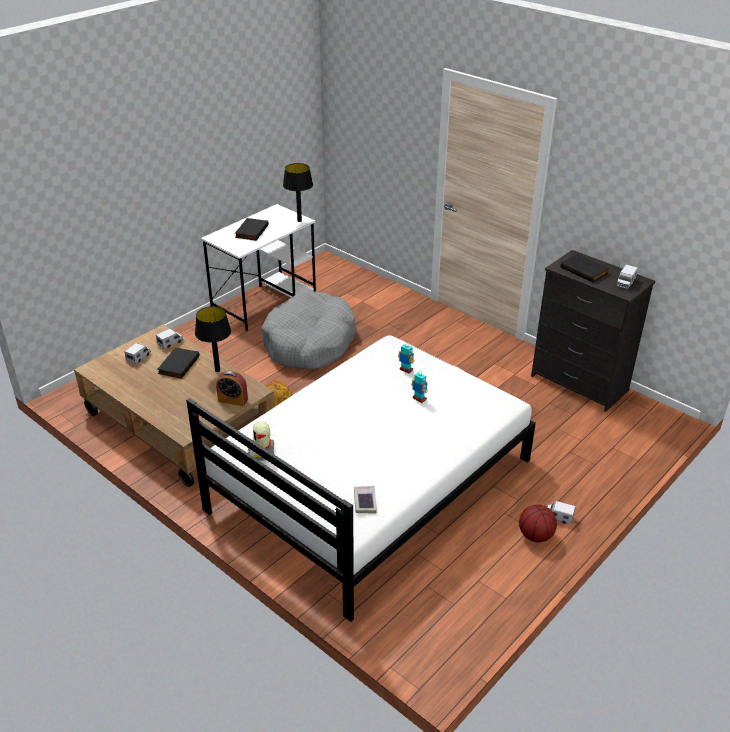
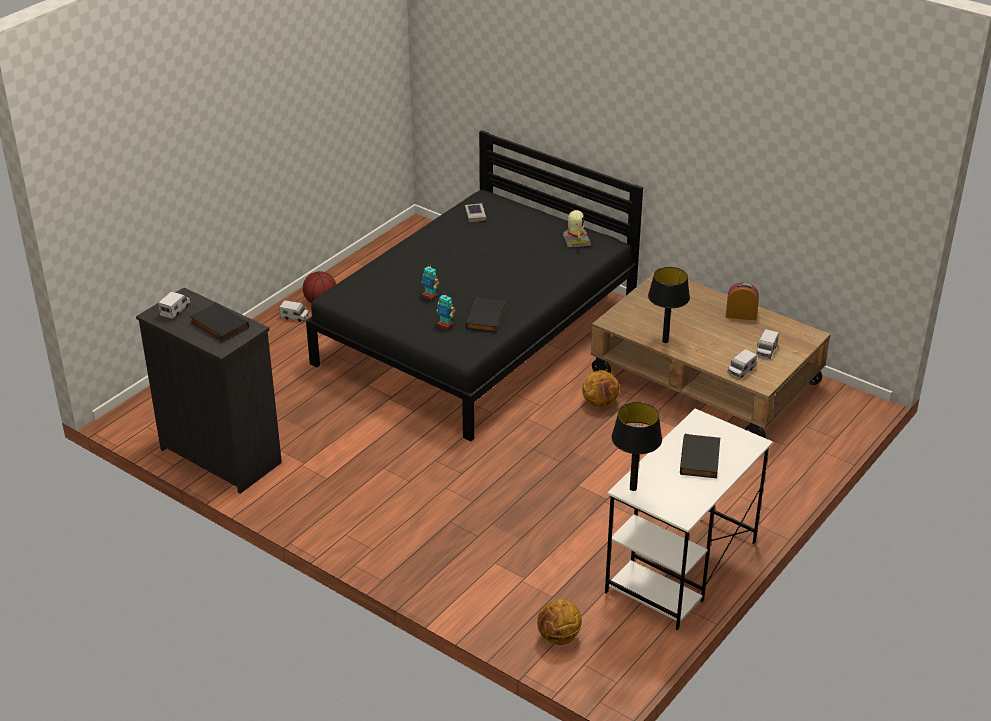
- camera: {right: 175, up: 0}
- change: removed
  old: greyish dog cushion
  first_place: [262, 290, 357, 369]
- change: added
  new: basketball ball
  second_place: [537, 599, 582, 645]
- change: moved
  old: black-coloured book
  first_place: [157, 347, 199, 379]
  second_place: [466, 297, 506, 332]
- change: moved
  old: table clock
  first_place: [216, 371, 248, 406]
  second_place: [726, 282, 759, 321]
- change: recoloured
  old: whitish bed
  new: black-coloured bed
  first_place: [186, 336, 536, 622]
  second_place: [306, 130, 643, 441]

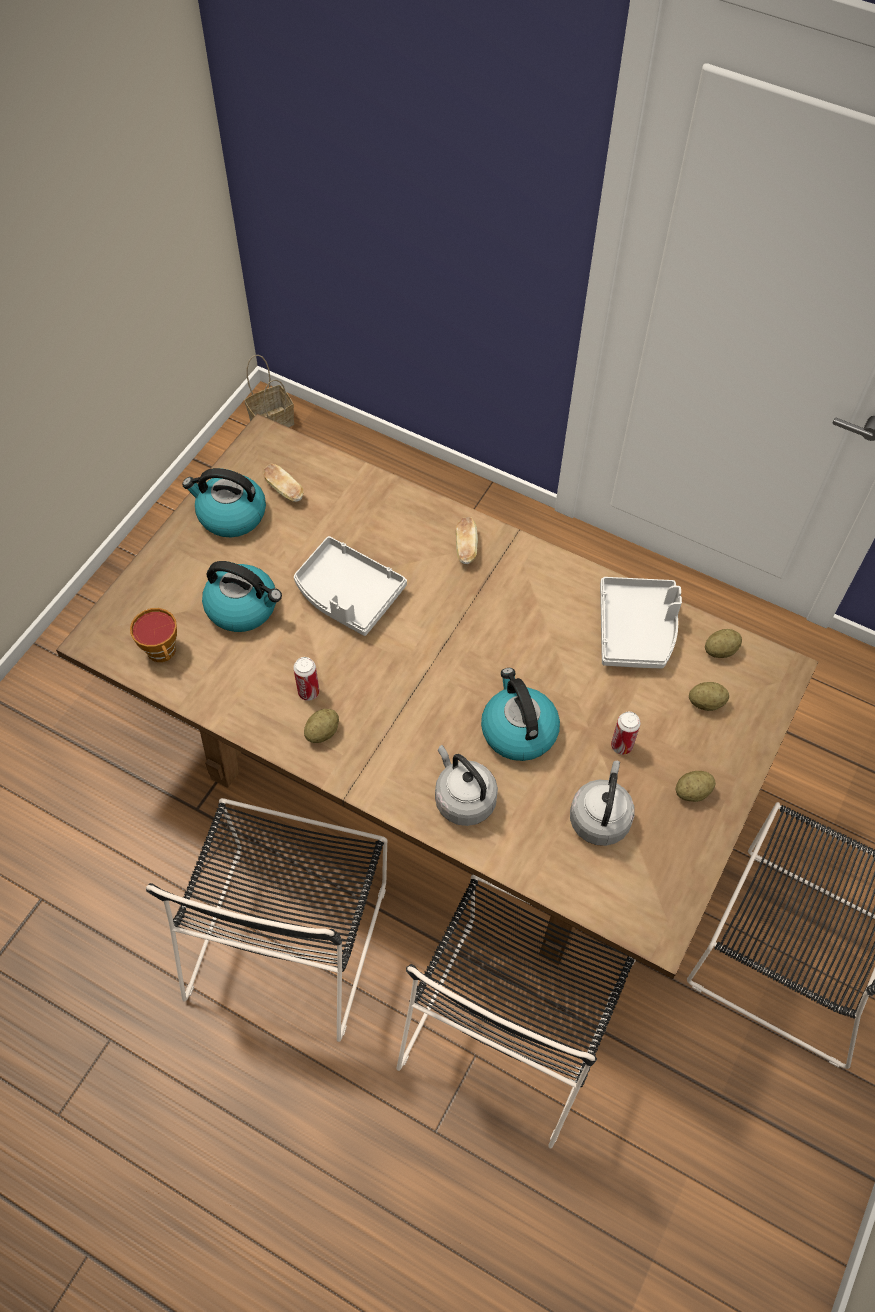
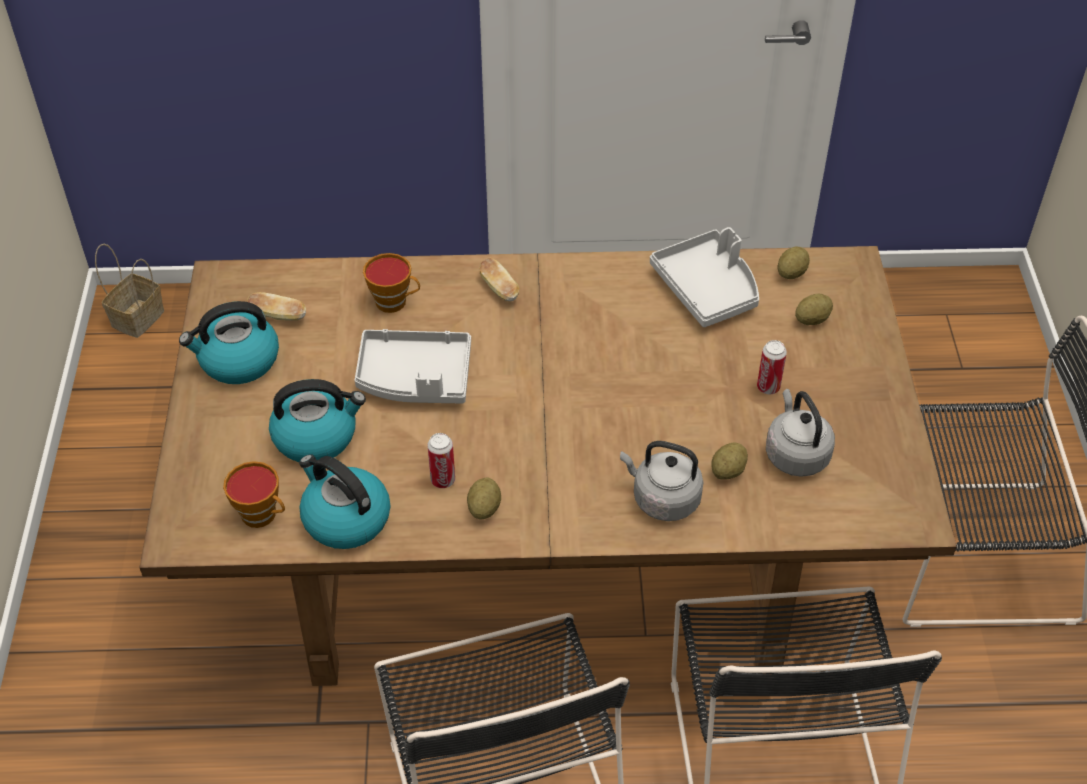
- camera: {right: -30, up: -10}
- change: added
  new: small cup
  second_place: [363, 253, 420, 313]
- change: moved
  old: tea kettle
  first_place: [481, 668, 560, 761]
  second_place: [299, 454, 390, 549]
- change: moved
  old: spud
  first_place: [676, 771, 716, 802]
  second_place: [712, 442, 748, 480]

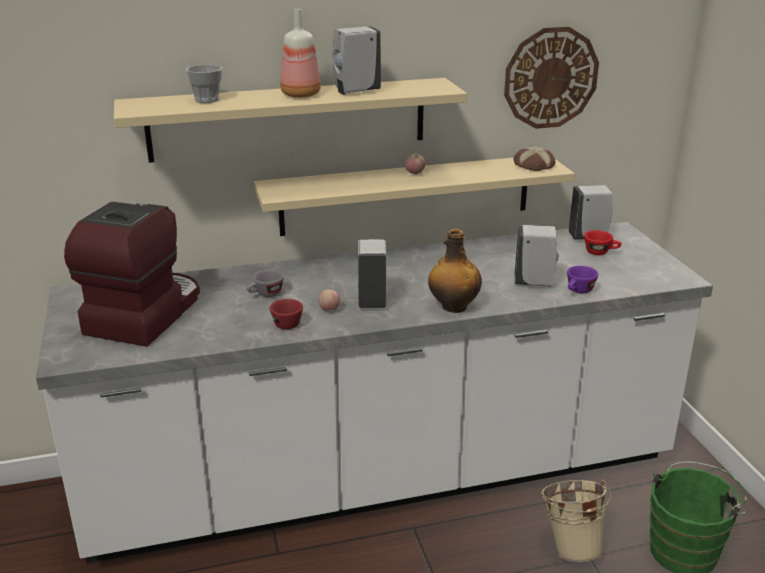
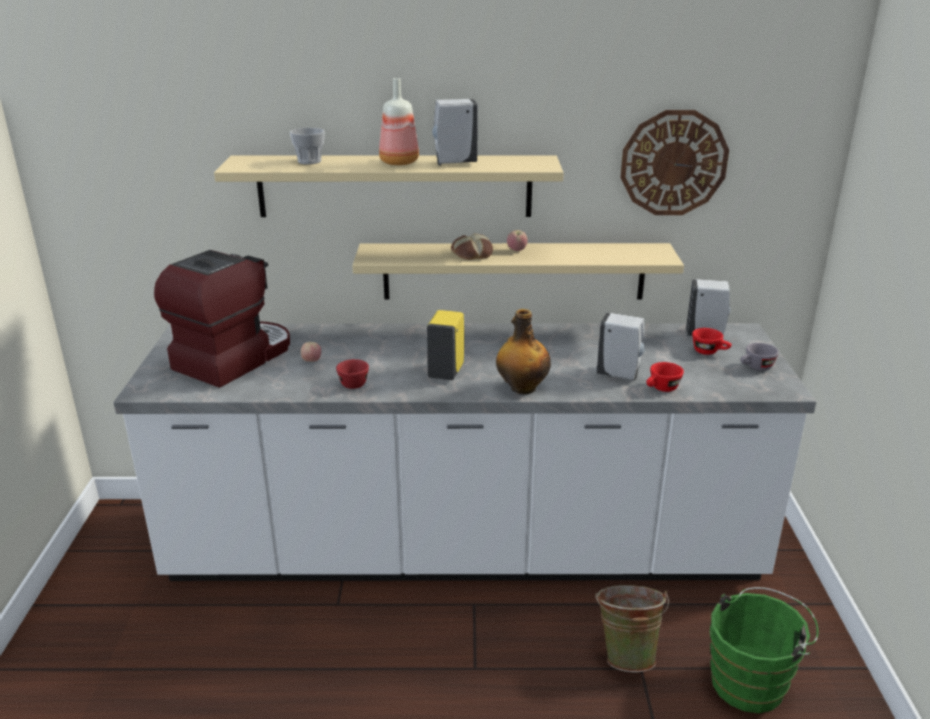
- camera: {right: 15, up: 0}
- change: moved
  old: greyish small cup
  first_place: [246, 269, 284, 297]
  second_place: [740, 343, 779, 371]
- change: moved
  old: whole apple
  first_place: [318, 289, 340, 311]
  second_place: [301, 342, 321, 362]
- change: moved
  old: bakery bread
  first_place: [514, 146, 555, 171]
  second_place: [451, 233, 493, 260]
- change: recoloured
  old: whitish soap dispenser
  new: yellow-coloured soap dispenser
  first_place: [357, 239, 387, 308]
  second_place: [427, 310, 464, 380]
- change: recoloured
  old: beige-coloured water bucket
  new: greenish water bucket
  first_place: [541, 480, 611, 562]
  second_place: [595, 585, 669, 672]
- change: recoloured
  old: purple small cup
  new: red small cup
  first_place: [567, 266, 598, 293]
  second_place: [646, 362, 684, 392]

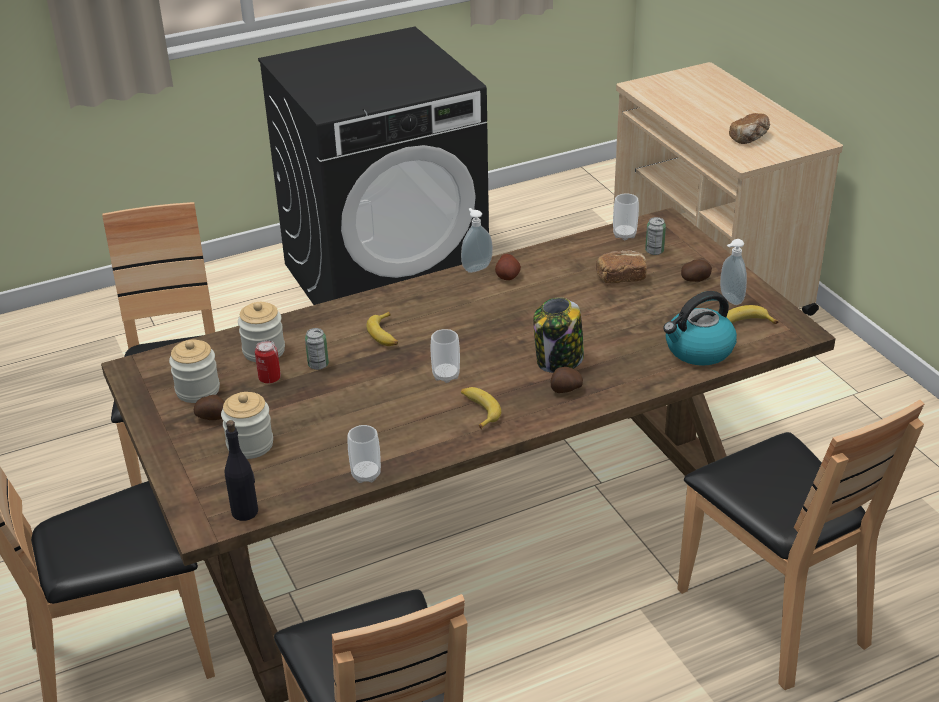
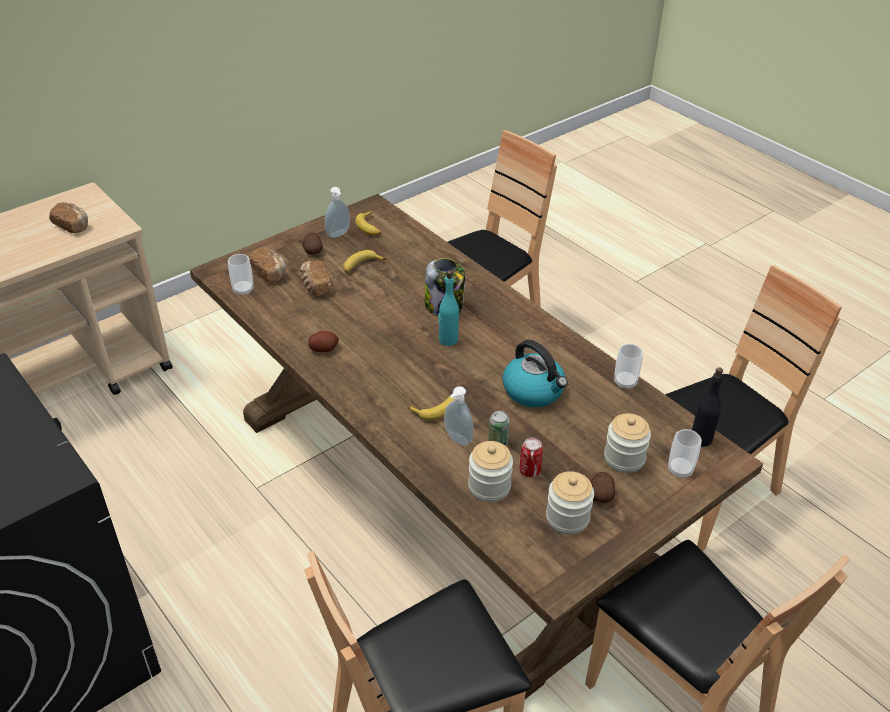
- camera: {right: -105, up: 5}
- change: removed
  old: spud
  first_place: [551, 367, 583, 393]
- change: added
  new: turquoise-coloured drink bottle
  second_place: [438, 270, 459, 346]
- change: moved
  old: small cup
  first_place: [431, 329, 460, 383]
  second_place: [668, 429, 702, 479]
- change: moved
  old: soap dispenser
  first_place: [461, 208, 493, 273]
  second_place: [444, 386, 474, 446]
- change: moved
  old: whole banana
  first_place: [461, 387, 501, 429]
  second_place: [343, 250, 386, 273]
- change: moved
  old: tea kettle
  first_place: [663, 291, 737, 366]
  second_place: [503, 340, 568, 407]
- change: replaced
  old: metal can
  new: bakery bread
  first_place: [645, 217, 666, 255]
  second_place: [249, 247, 286, 282]

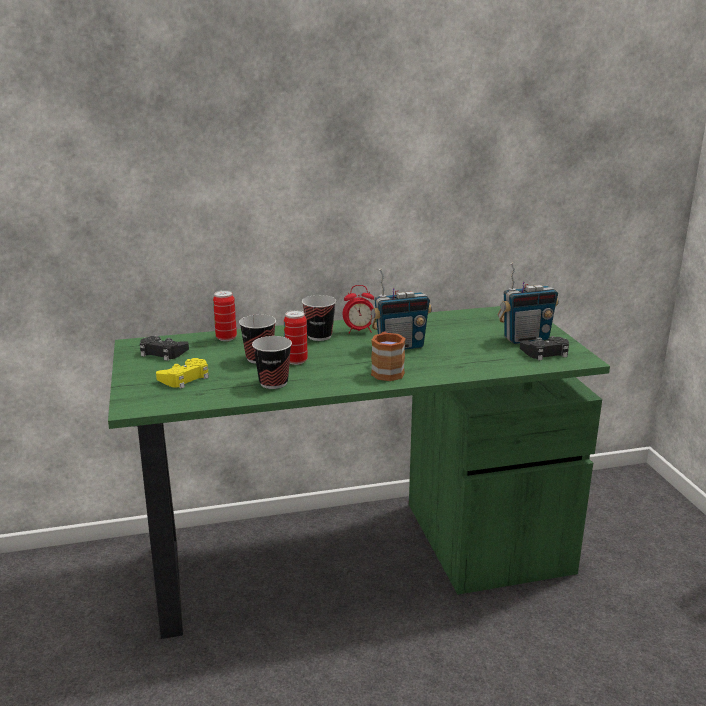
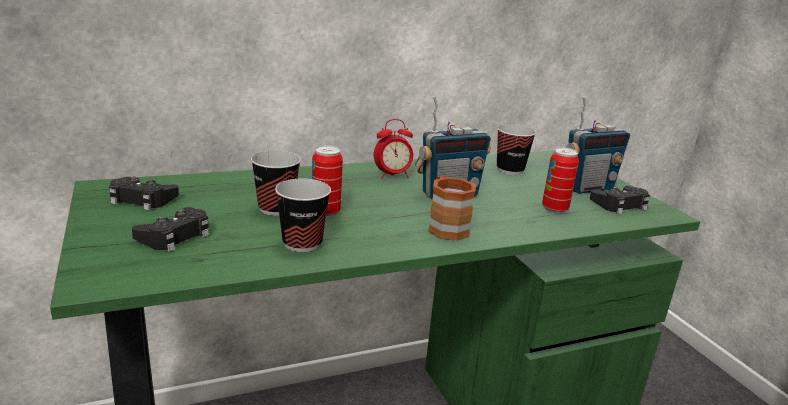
- camera: {right: -10, up: 0}
- change: moved
  old: metal can
  first_place: [213, 290, 237, 341]
  second_place: [542, 147, 579, 213]
- change: moved
  old: small cup
  first_place: [302, 295, 336, 341]
  second_place: [497, 124, 536, 175]
- change: recoloured
  old: yellow-coloured game controller
  new: black-coloured game controller
  first_place: [156, 358, 209, 389]
  second_place: [132, 207, 209, 252]

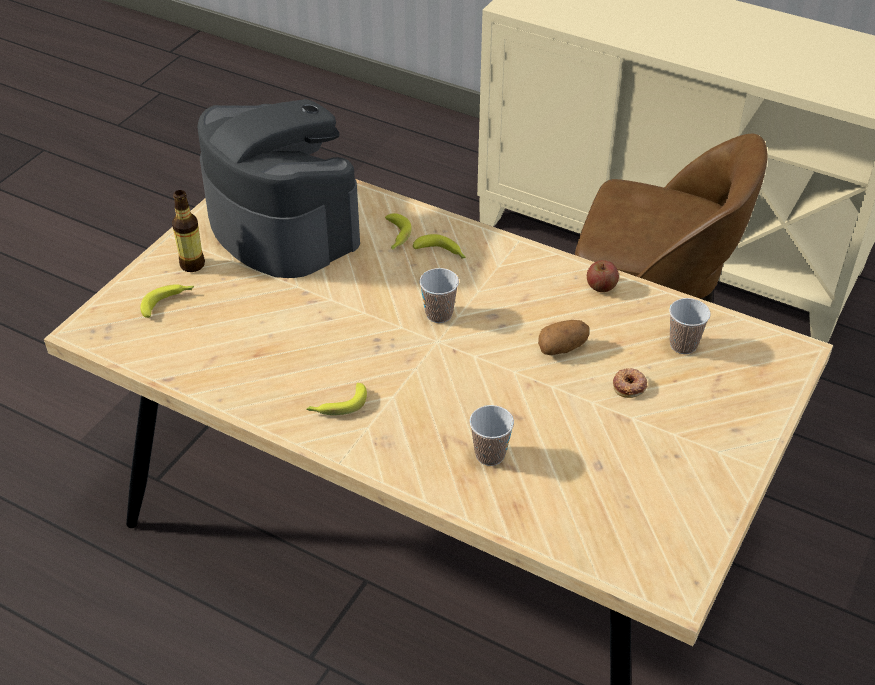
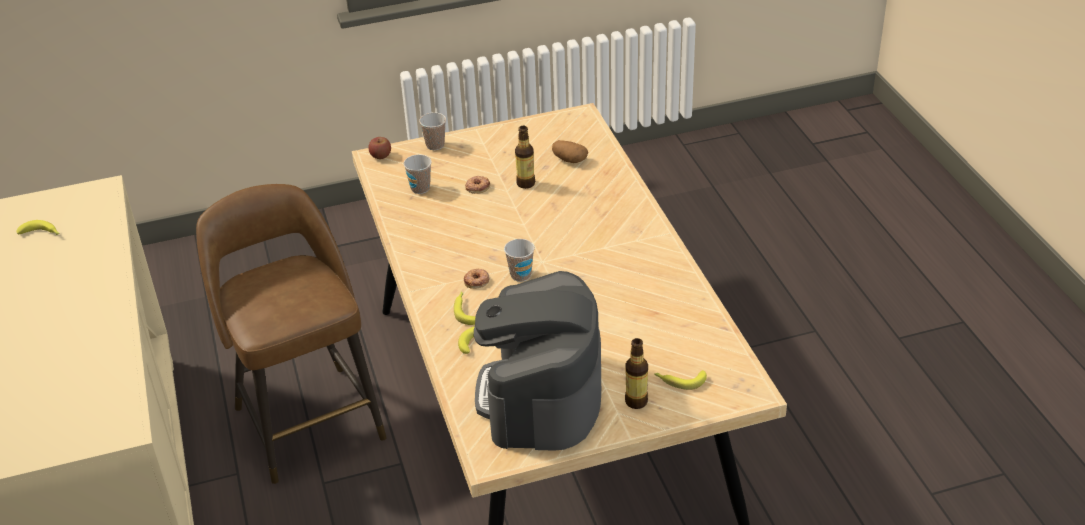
- camera: {right: -135, up: -5}
- change: added
  new: ring doughnut
  second_place: [464, 269, 489, 289]
- change: added
  new: drink bottle
  second_place: [515, 126, 535, 189]
- change: moved
  old: whole banana
  first_place: [306, 383, 367, 415]
  second_place: [16, 220, 60, 235]
- change: moved
  old: small cup
  first_place: [470, 405, 514, 466]
  second_place: [419, 112, 446, 150]
- change: moved
  old: spud
  first_place: [538, 320, 589, 355]
  second_place: [552, 140, 588, 163]
- change: moved
  old: whole apple
  first_place: [587, 260, 619, 292]
  second_place: [368, 137, 391, 159]

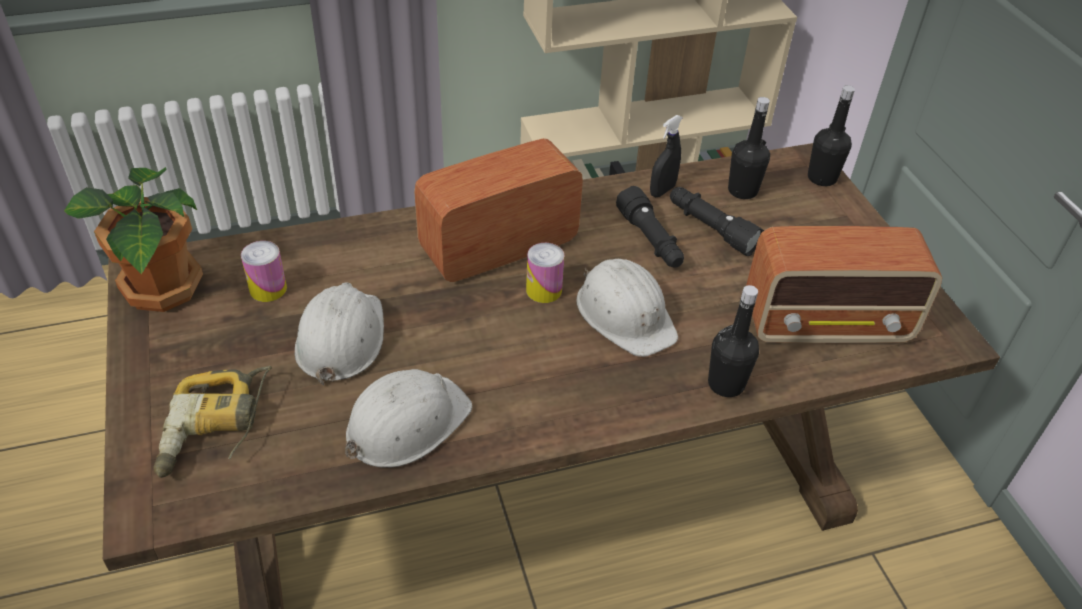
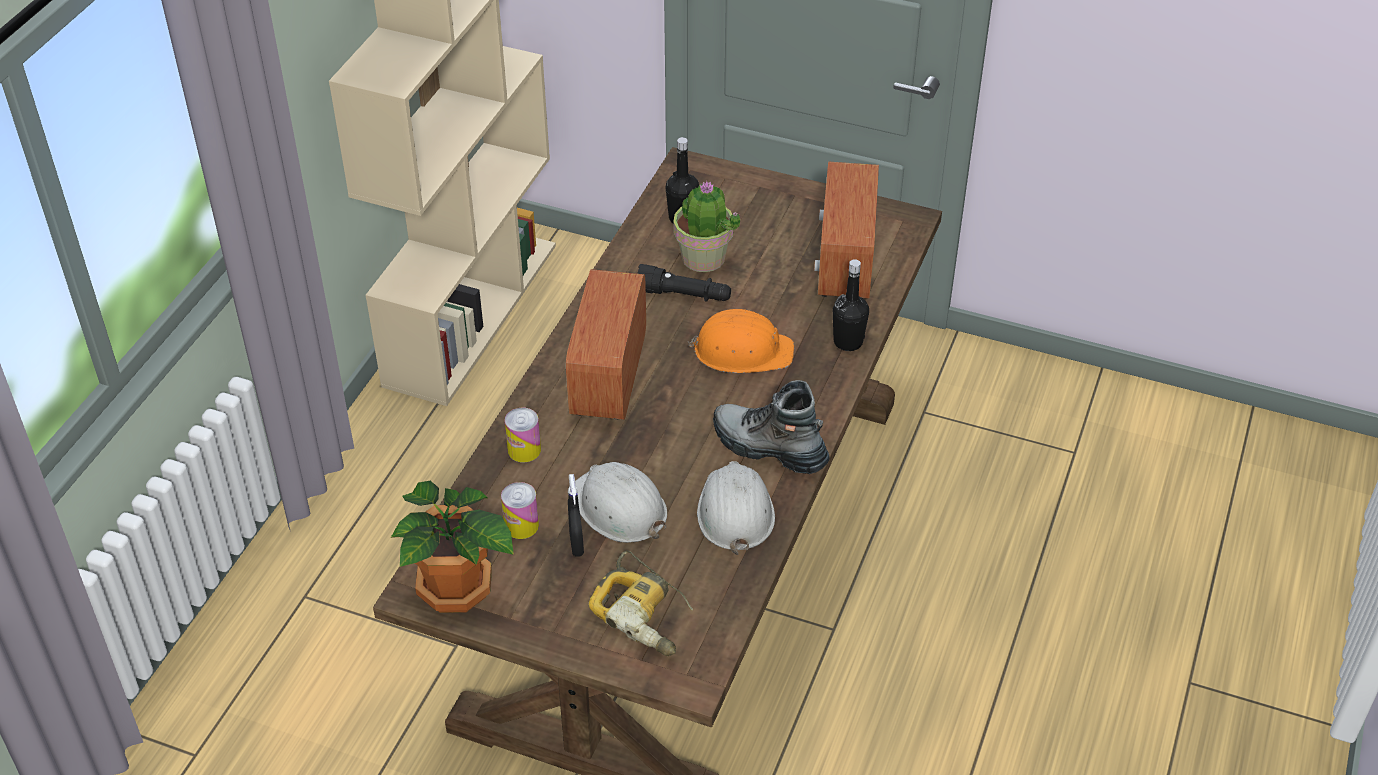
- camera: {right: -50, up: 0}
- change: removed
  old: black-coloured drink bottle
  first_place: [808, 85, 855, 186]
- change: added
  new: tall boot
  second_place: [713, 380, 830, 474]
- change: moved
  old: metal can
  first_place: [526, 243, 565, 303]
  second_place: [505, 408, 541, 462]
- change: moved
  old: black-coloured hand sprayer
  first_place: [650, 115, 683, 197]
  second_place: [568, 474, 584, 557]
- change: replaced
  old: black-coloured flashlight
  new: plant in a pot
  first_place: [670, 187, 764, 256]
  second_place: [673, 181, 740, 272]
- change: recoloured
  old: whitish hard hat
  new: orangey hard hat
  first_place: [577, 259, 678, 357]
  second_place: [688, 309, 794, 373]
- change: turned
  old: radio receiver
  first_place: [746, 226, 942, 343]
  second_place: [814, 161, 879, 299]
  degrees: 150

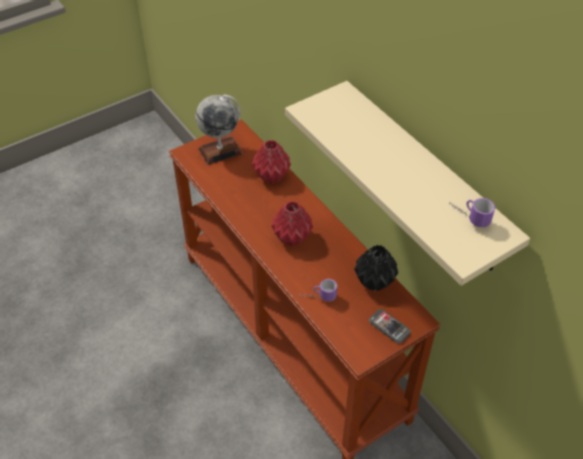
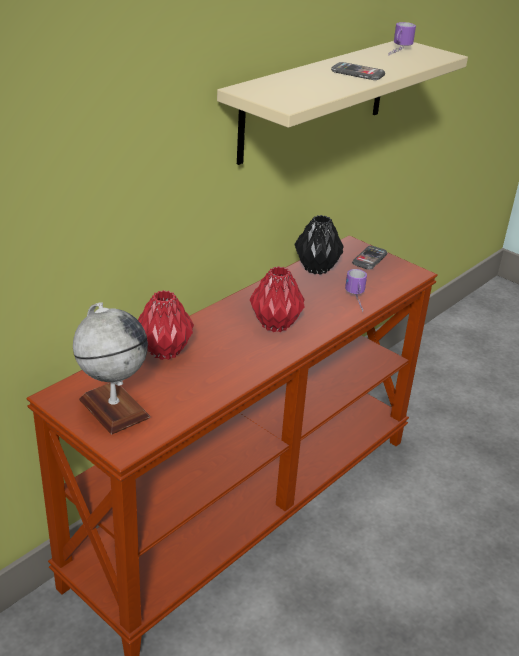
- camera: {right: -105, up: -15}
- change: added
  new: phone
  second_place: [331, 62, 385, 80]

